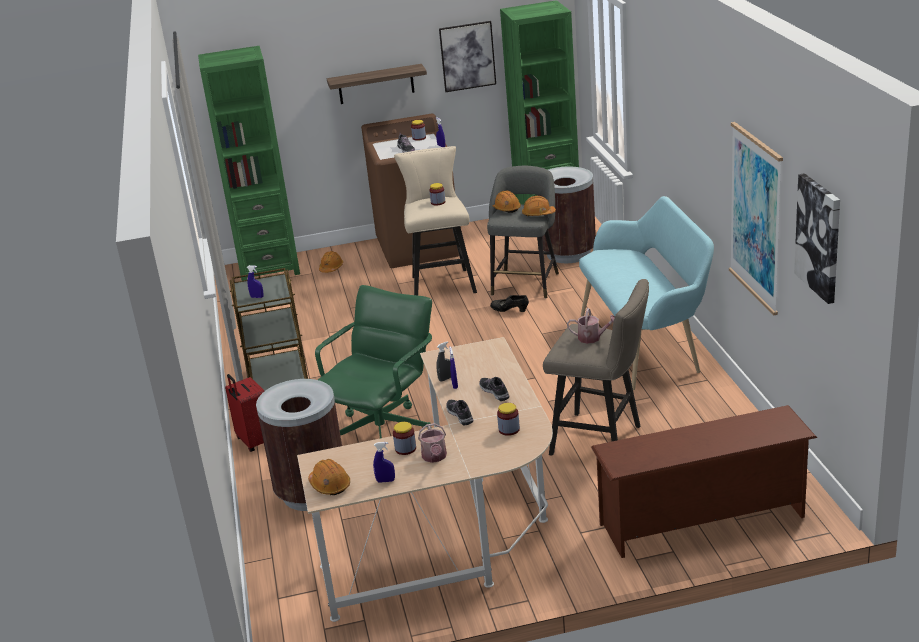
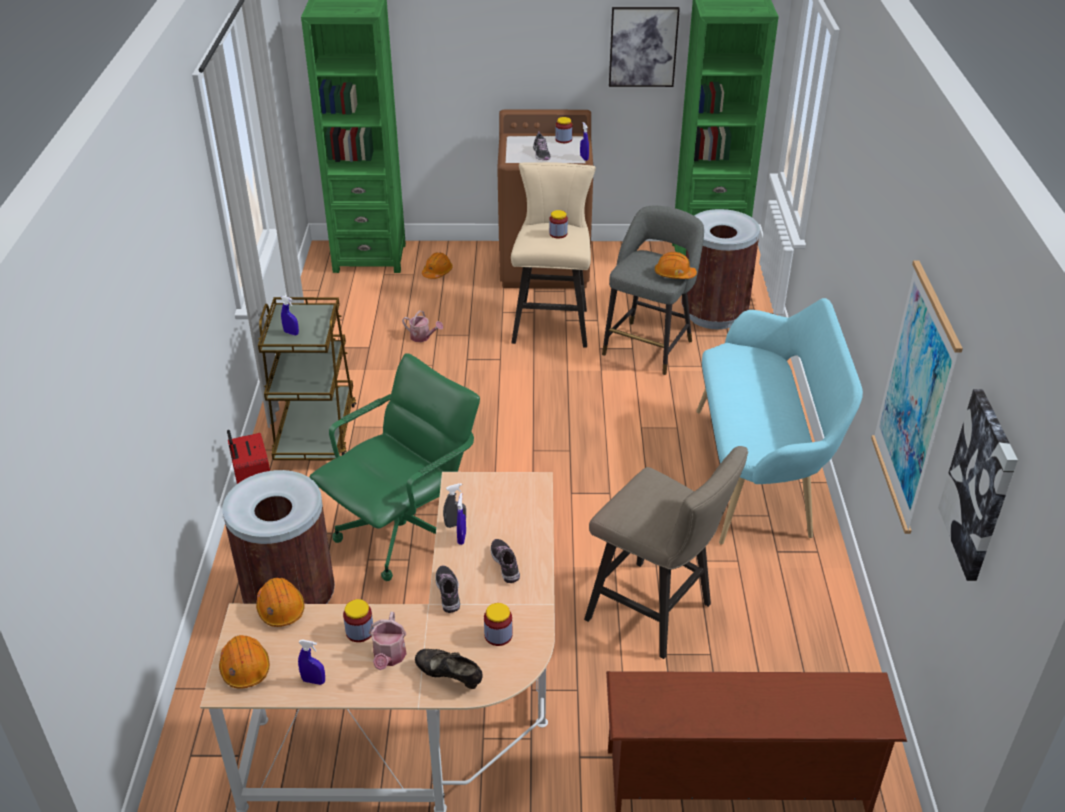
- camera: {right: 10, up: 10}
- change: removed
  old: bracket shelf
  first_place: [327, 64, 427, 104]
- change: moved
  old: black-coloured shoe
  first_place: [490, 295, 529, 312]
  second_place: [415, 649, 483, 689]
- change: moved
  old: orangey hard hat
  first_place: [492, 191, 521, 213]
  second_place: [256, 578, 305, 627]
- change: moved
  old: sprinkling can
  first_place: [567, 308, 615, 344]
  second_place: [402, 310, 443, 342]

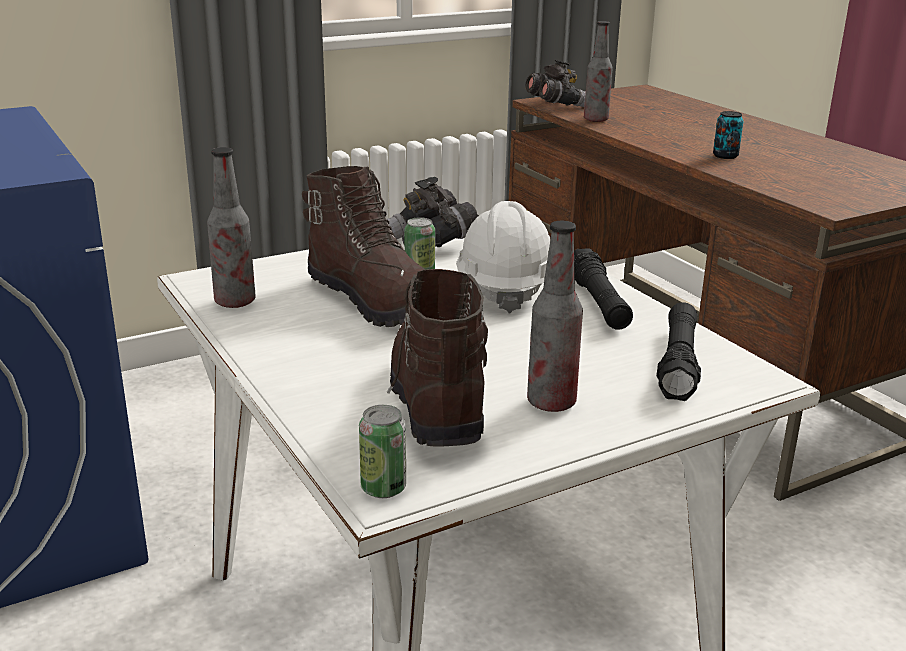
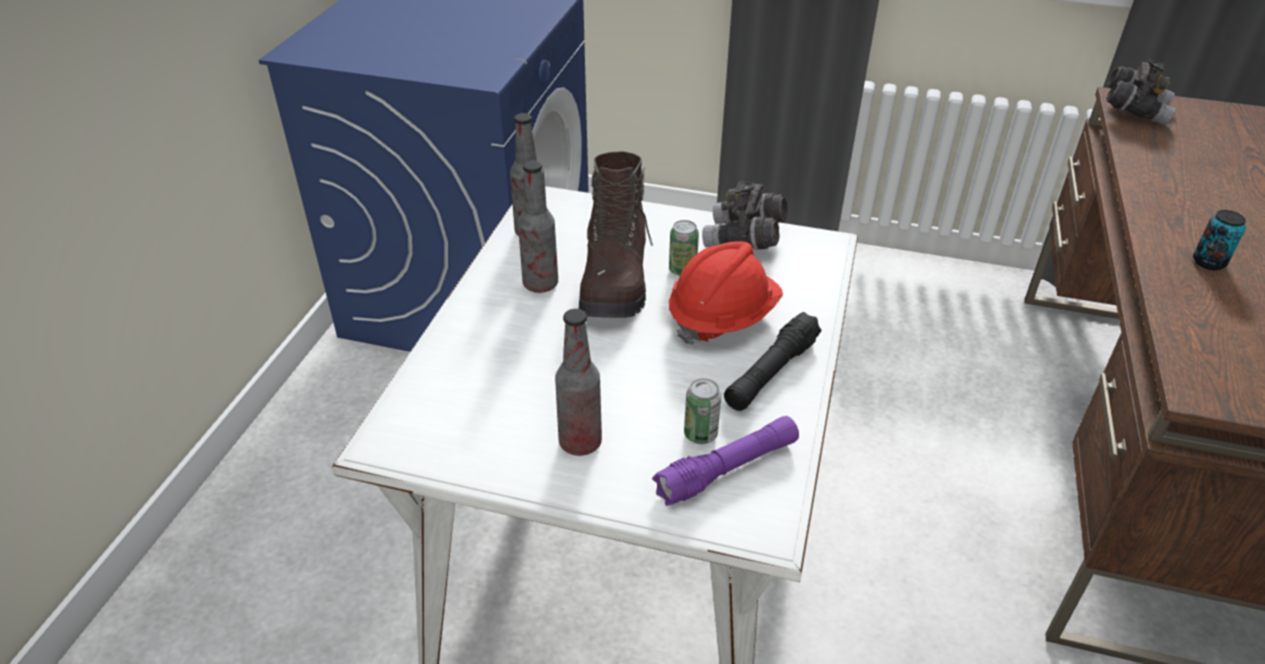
- camera: {right: 45, up: 15}
- change: removed
  old: brown-coloured tall boot
  first_place: [387, 269, 488, 446]
- change: moved
  old: metal can
  first_place: [359, 405, 406, 498]
  second_place: [684, 378, 721, 444]
- change: moved
  old: drink bottle
  first_place: [584, 21, 613, 122]
  second_place: [518, 161, 558, 293]
- change: recoloured
  old: whitish hard hat
  new: red hard hat
  first_place: [456, 201, 550, 313]
  second_place: [669, 241, 783, 345]
- change: recoloured
  old: black-coloured flashlight
  new: purple flashlight
  first_place: [656, 302, 701, 401]
  second_place: [652, 416, 799, 506]

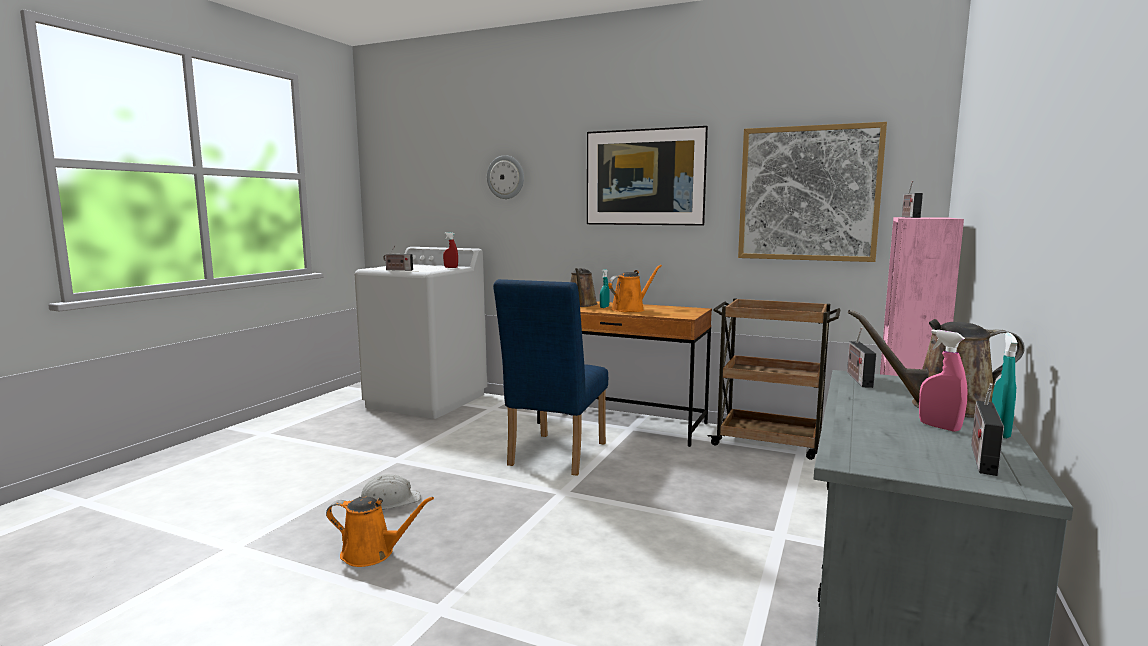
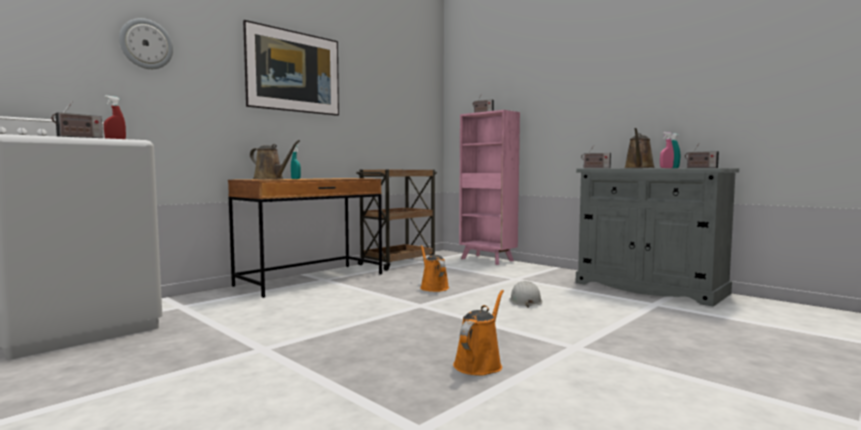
- camera: {right: -70, up: -5}
- change: removed
  old: blue chair
  first_place: [493, 279, 608, 476]
- change: removed
  old: wall art
  first_place: [738, 122, 887, 262]
- change: moved
  old: whitish hard hat
  first_place: [358, 474, 421, 510]
  second_place: [509, 281, 543, 308]
- change: moved
  old: orangey sprinkling can
  first_place: [608, 265, 662, 312]
  second_place: [420, 245, 449, 292]

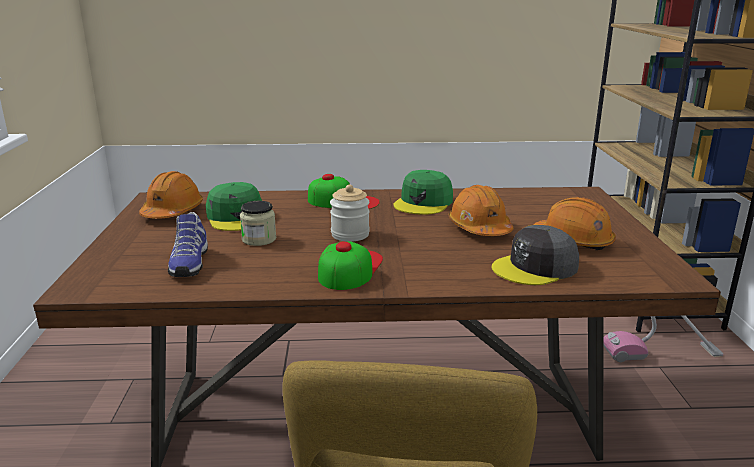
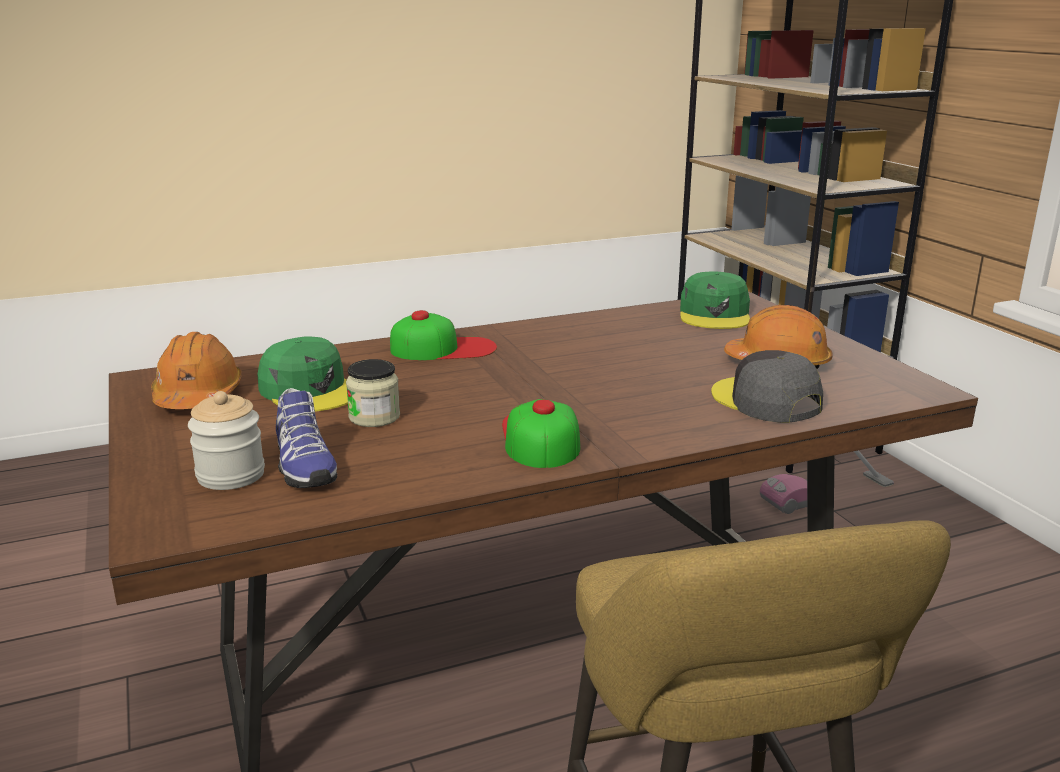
- camera: {right: -20, up: 0}
- change: removed
  old: orangey hard hat
  first_place: [448, 185, 513, 236]
- change: moved
  old: storage jar
  first_place: [330, 185, 370, 242]
  second_place: [188, 391, 265, 490]
- change: moved
  old: greenish cap
  first_place: [393, 170, 453, 215]
  second_place: [680, 271, 750, 329]
- change: turned
  old: greyish cap
  first_place: [491, 225, 579, 285]
  second_place: [711, 350, 823, 423]
  degrees: 105

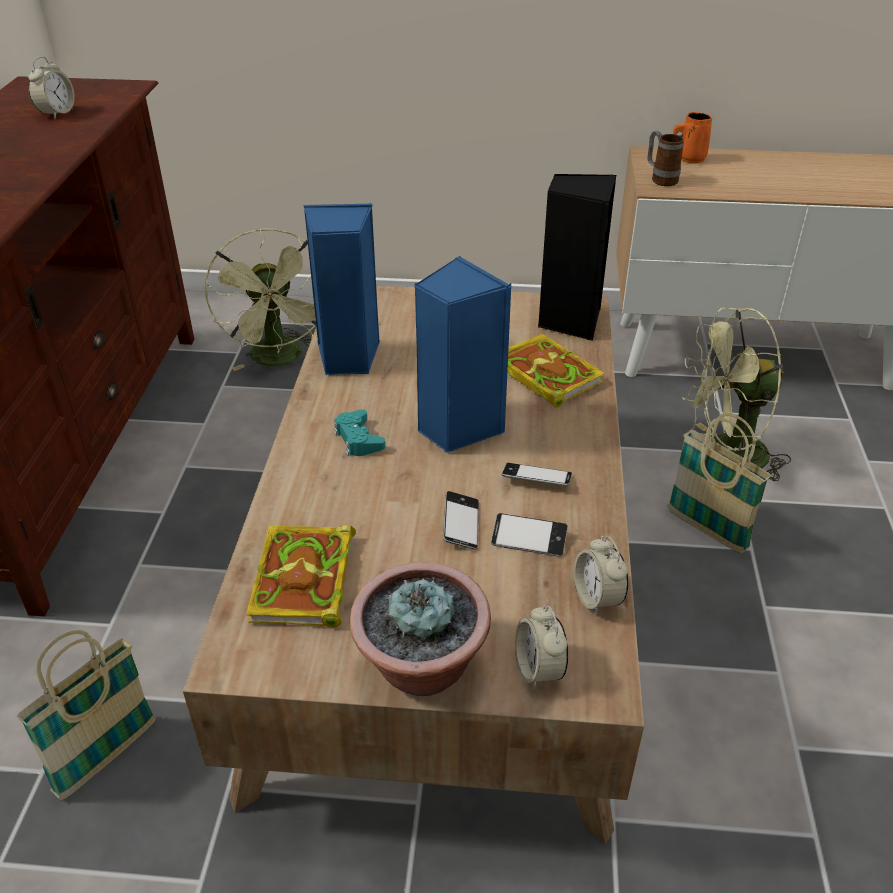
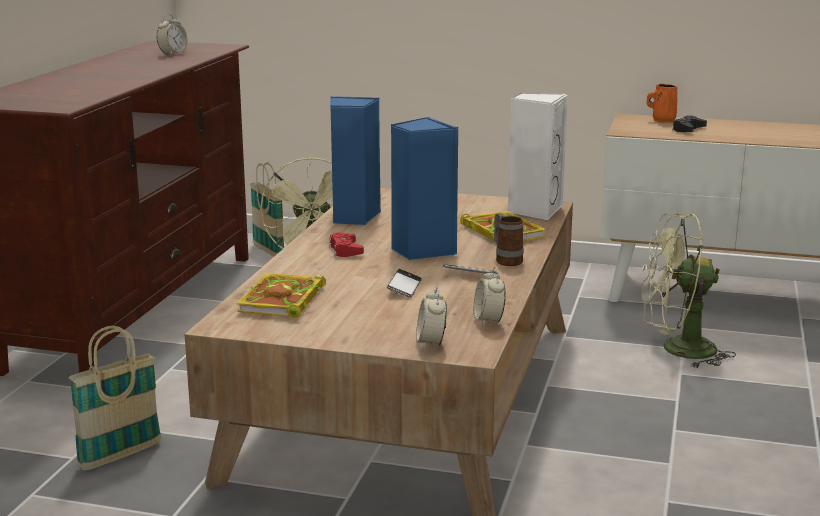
- camera: {right: 10, up: -20}
- change: removed
  old: plant in a pot
  first_place: [350, 562, 491, 696]
- change: removed
  old: phone
  first_place: [491, 513, 568, 557]
- change: added
  new: black-coloured game controller
  second_place: [672, 115, 707, 132]
- change: moved
  old: mug
  first_place: [647, 131, 684, 186]
  second_place: [494, 212, 524, 266]
- change: moved
  old: household basket
  first_place: [667, 413, 771, 553]
  second_place: [250, 162, 284, 257]
- change: recoloured
  old: turquoise-coloured game controller
  new: red game controller
  first_place: [334, 409, 385, 456]
  second_place: [329, 232, 364, 257]
- change: recoloured
  old: black-coloured speaker
  new: whitish speaker
  first_place: [538, 173, 616, 341]
  second_place: [508, 92, 568, 220]

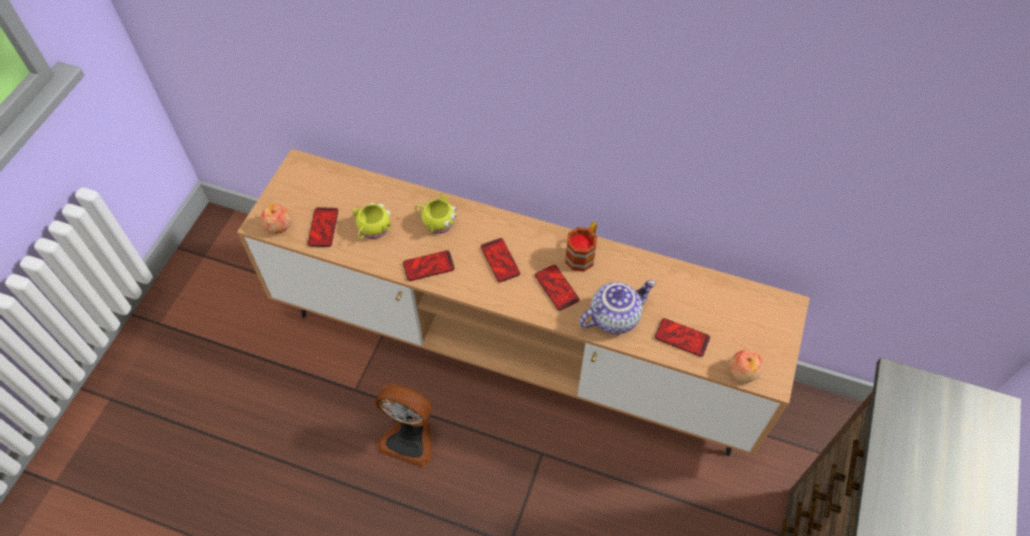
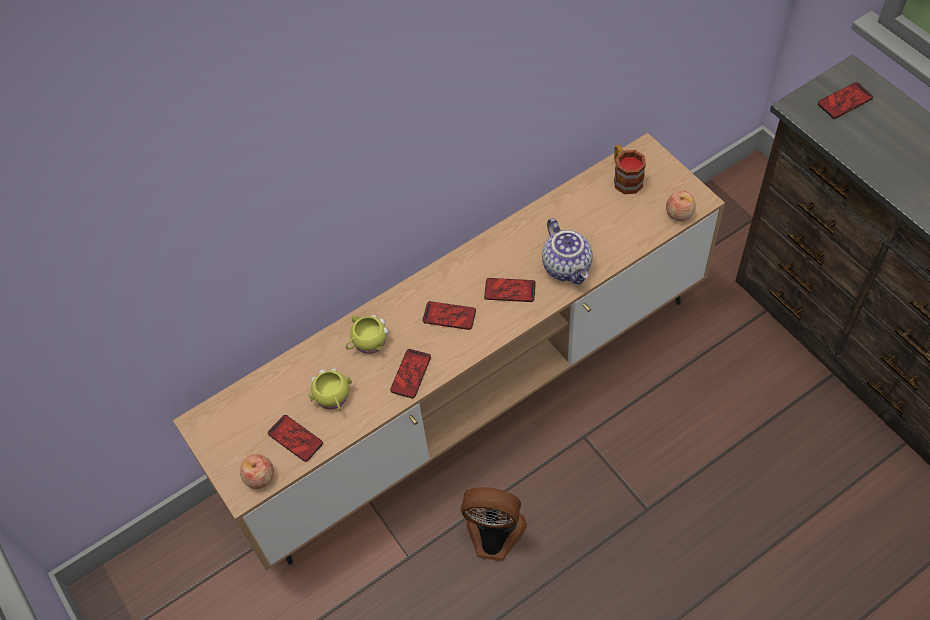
- camera: {right: -50, up: 0}
- change: moved
  old: mug
  first_place: [565, 222, 597, 272]
  second_place: [614, 145, 646, 194]
- change: moved
  old: phone
  first_place: [655, 318, 710, 357]
  second_place: [818, 82, 873, 119]
- change: turned
  old: cooling fan
  first_place: [375, 384, 432, 467]
  second_place: [461, 487, 527, 561]
  degrees: -135
- change: turned
  old: teapot
  first_place: [579, 280, 656, 334]
  second_place: [542, 218, 593, 285]
  degrees: 150

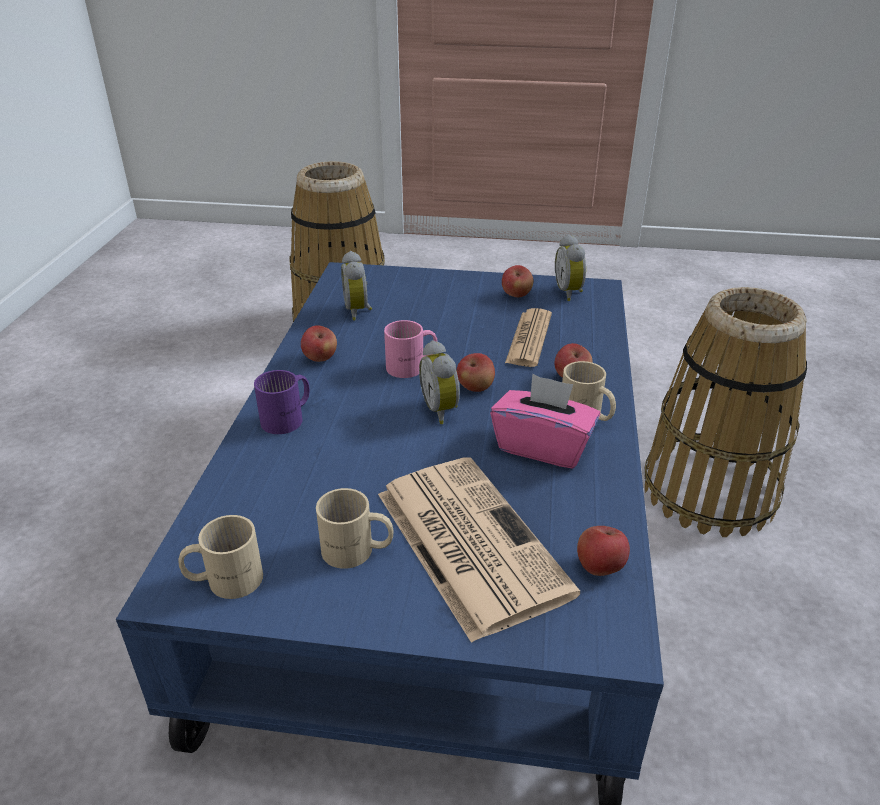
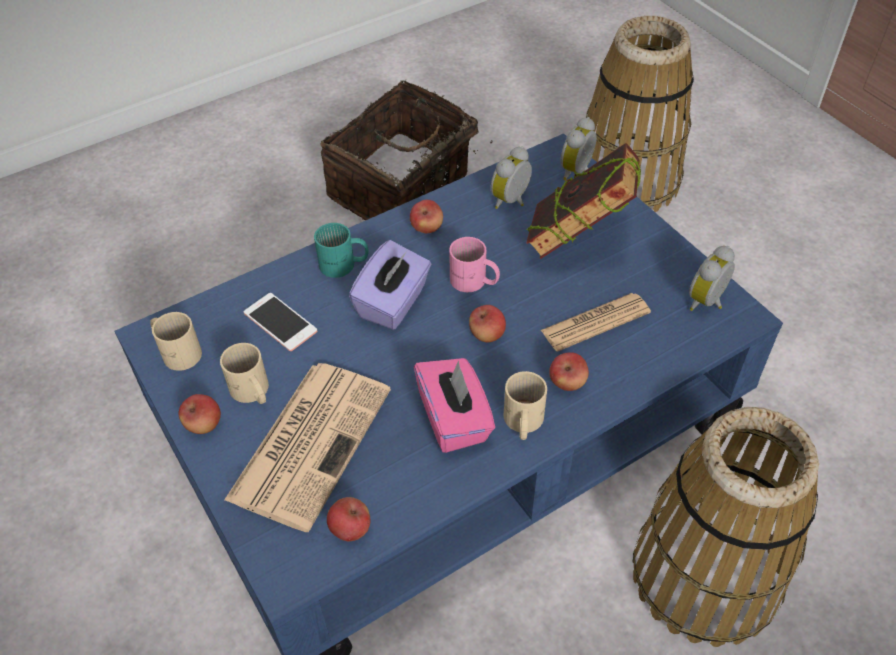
- camera: {right: 50, up: 15}
- change: added
  new: phone
  second_place: [244, 293, 317, 351]
- change: added
  new: household basket
  second_place: [320, 80, 492, 220]
- change: added
  new: purple tissue holder
  second_place: [349, 240, 431, 330]
- change: added
  new: book
  second_place: [526, 143, 641, 259]
- change: moved
  old: table clock
  first_place: [419, 340, 460, 424]
  second_place: [560, 117, 597, 180]
- change: moved
  old: whole apple
  first_place: [502, 265, 533, 297]
  second_place: [178, 394, 221, 434]
- change: recoloured
  old: purple mug
  new: turquoise-coloured mug
  first_place: [254, 370, 310, 434]
  second_place: [314, 223, 369, 278]

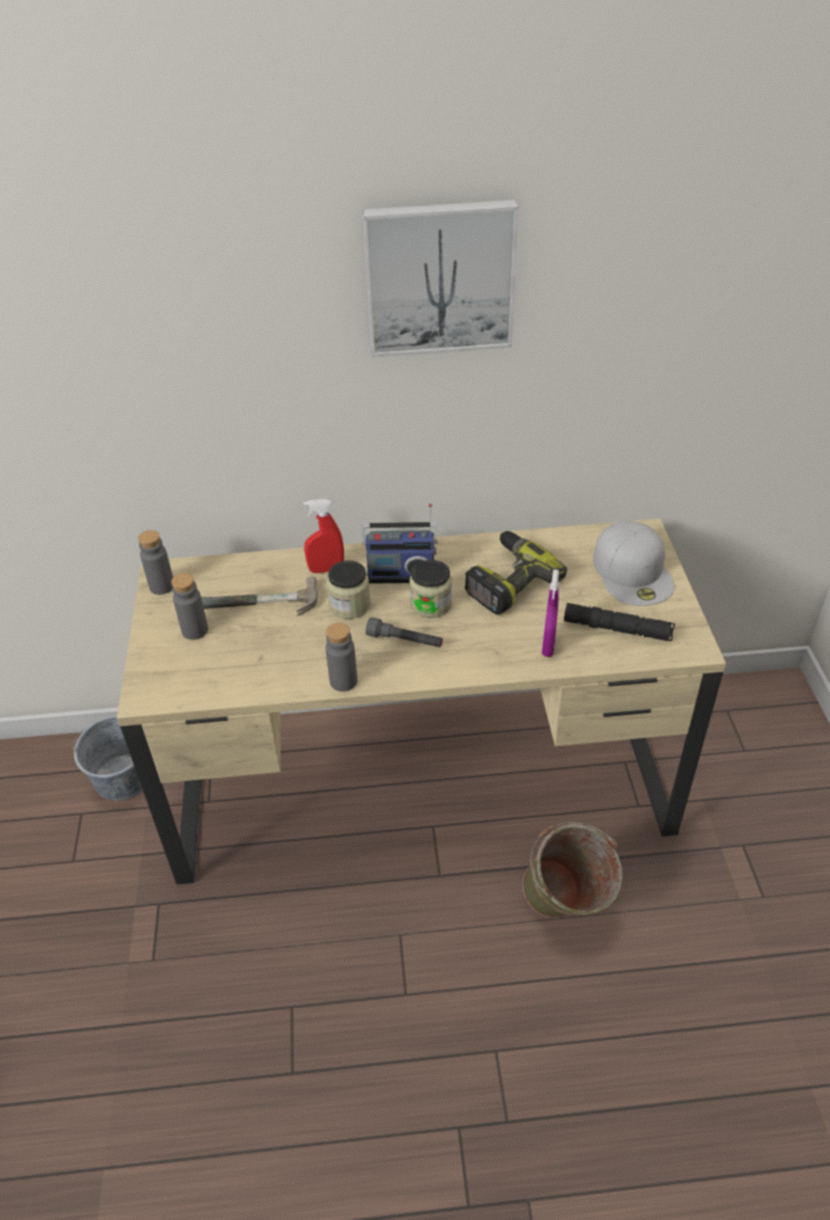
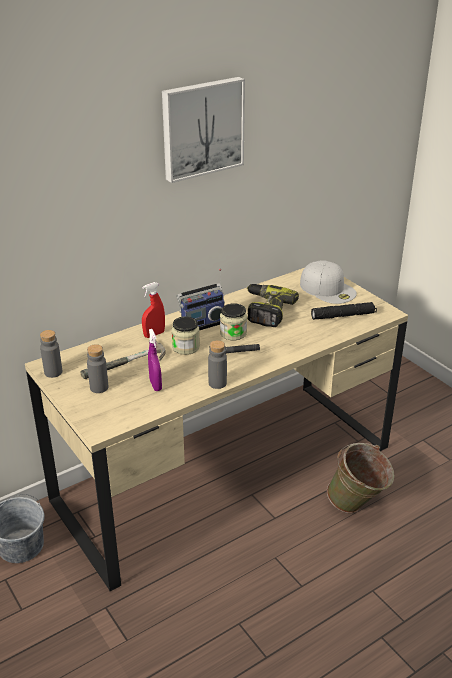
- camera: {right: -30, up: -10}
- change: moved
  old: purple hand sprayer
  first_place: [542, 569, 559, 657]
  second_place: [148, 329, 162, 391]

